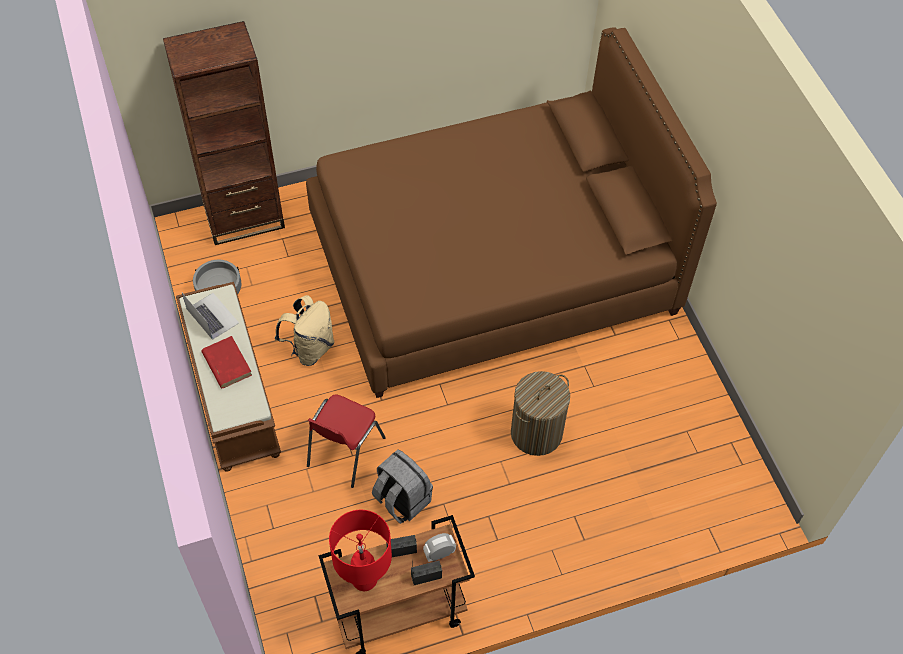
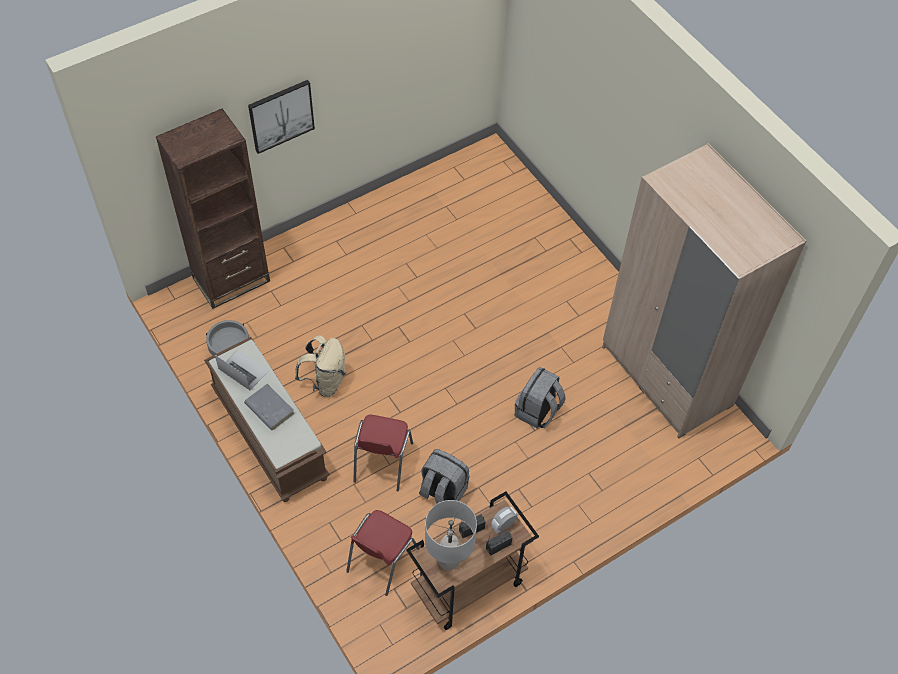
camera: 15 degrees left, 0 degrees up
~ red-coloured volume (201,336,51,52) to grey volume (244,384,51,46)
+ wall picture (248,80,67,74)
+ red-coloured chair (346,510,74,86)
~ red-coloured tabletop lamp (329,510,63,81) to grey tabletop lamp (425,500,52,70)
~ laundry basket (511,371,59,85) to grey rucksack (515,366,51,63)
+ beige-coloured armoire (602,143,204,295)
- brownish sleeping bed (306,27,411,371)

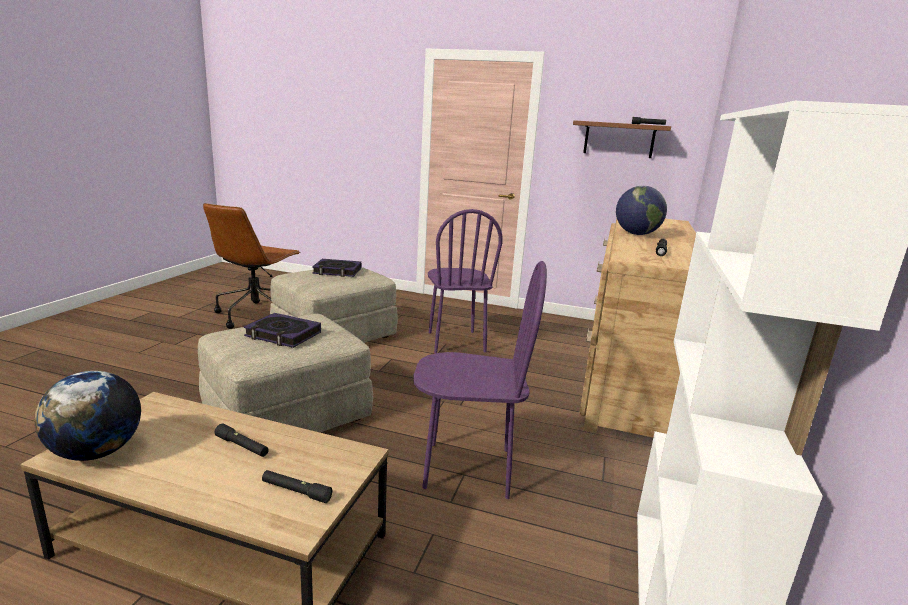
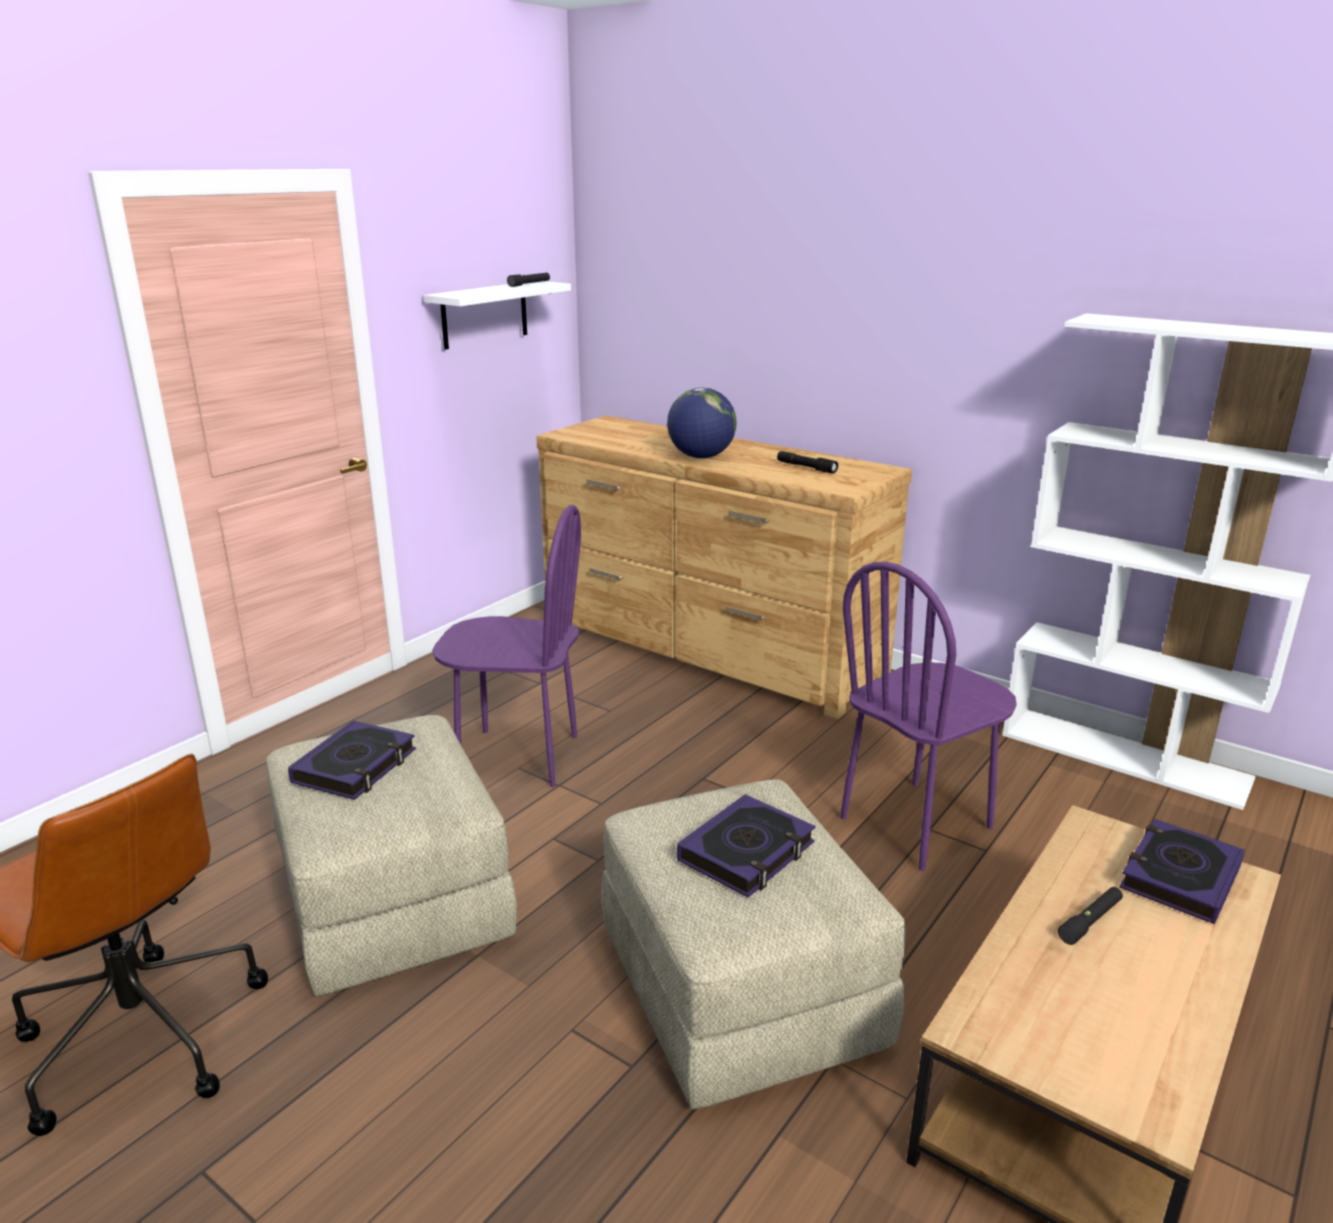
camera: 70 degrees left, 5 degrees up
~ brownish shelf (573,120,98,38) to white shelf (424,281,147,69)
~ purplish chair (413,261,134,238) = (840,562,177,309) 150 degrees counterclockwise
~ black hand torch (262,470,70,33) to volume (1119,819,126,106)
- globe (35,371,106,90)

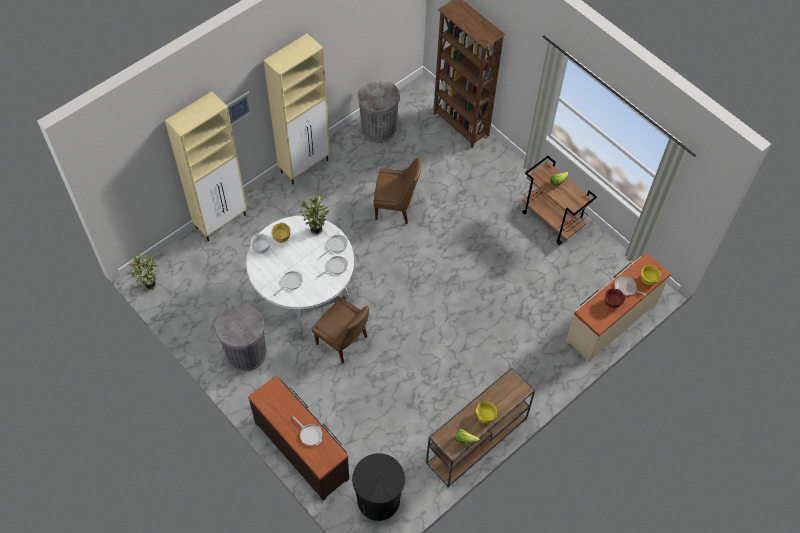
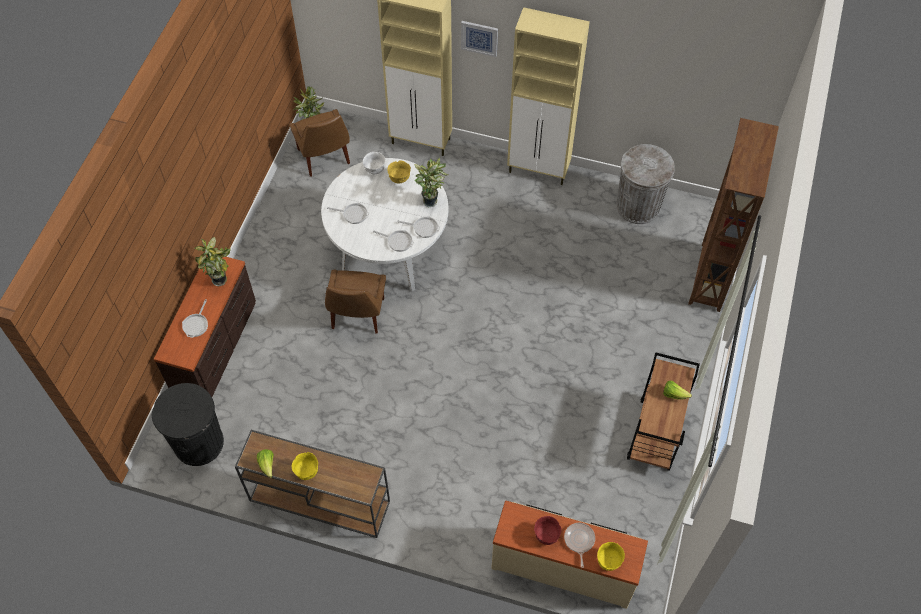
camera: 60 degrees right, 0 degrees up
+ potted plant (195,237,36,49)
~ brownish chair (374,157,47,67) to (290,109,60,68)
- grey trash can (215,304,51,67)

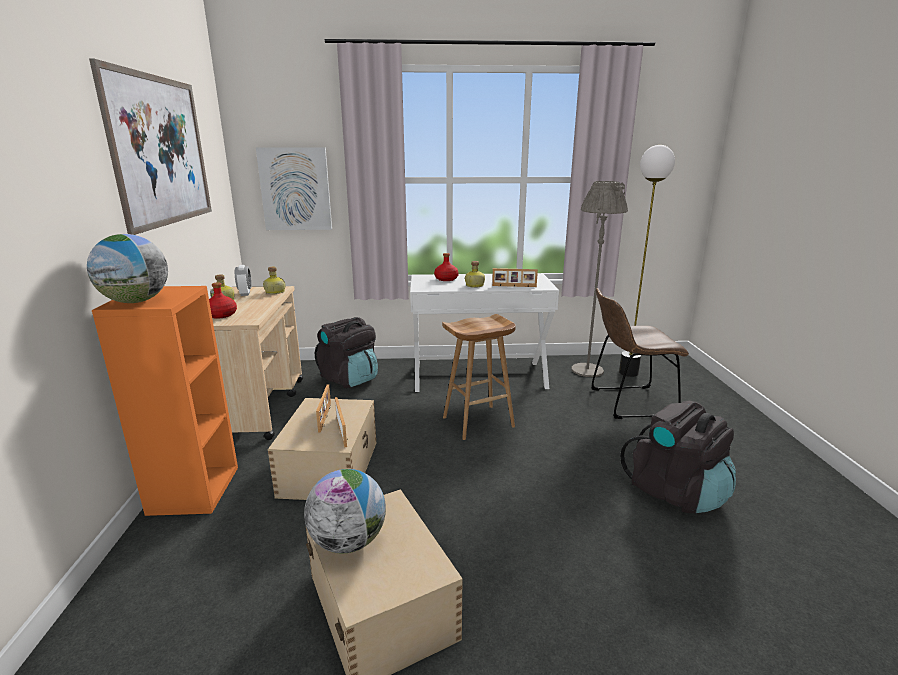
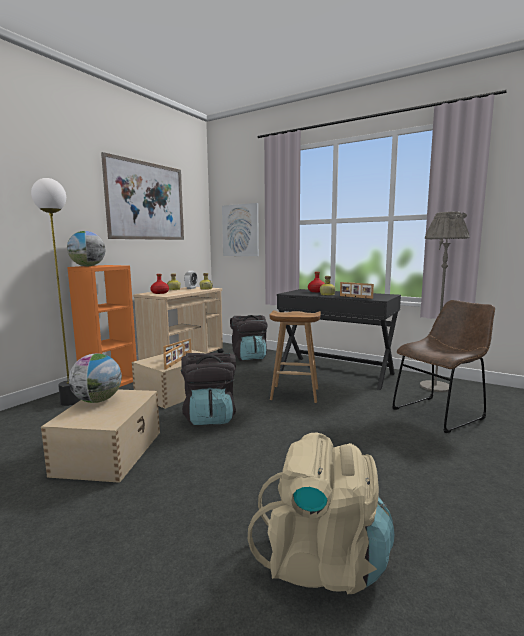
camera: 35 degrees right, 10 degrees down
~ floor lamp (619,145,56,232) to (31,178,49,228)
~ black rucksack (620,401,116,112) to (181,353,55,72)
+ beige-coloured rucksack (248,432,147,162)
~ white desk (410,274,149,118) to black desk (277,289,124,101)
~ brownish chair (591,288,98,131) = (392,300,103,133) 120 degrees clockwise

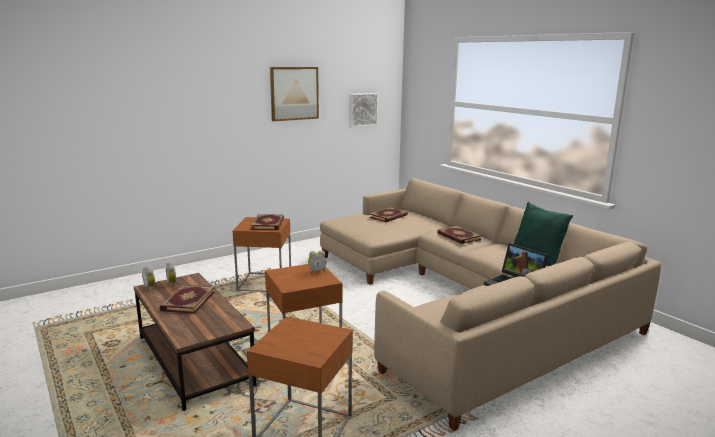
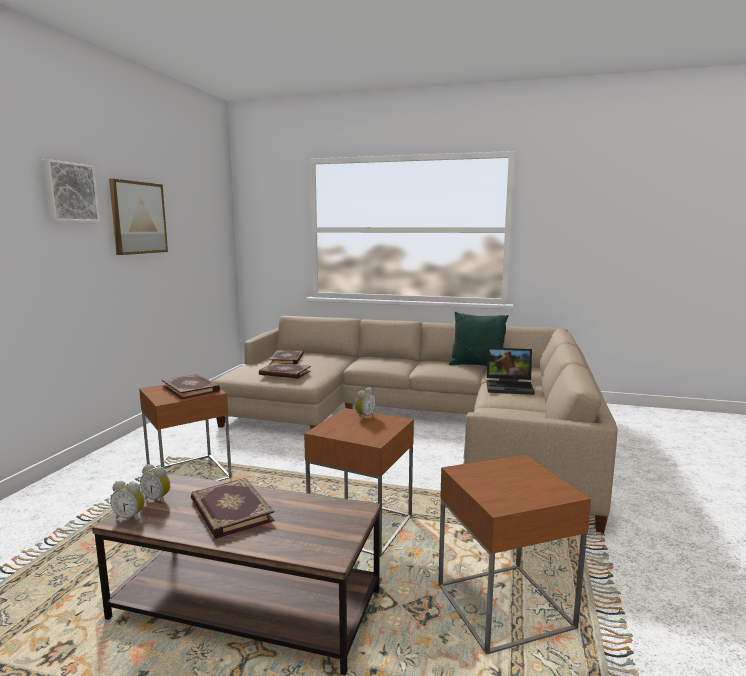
camera: 40 degrees left, 5 degrees down
~ wall picture (349,93,29,34) to (42,159,58,63)
~ volume (437,226,45,18) to (259,363,52,16)

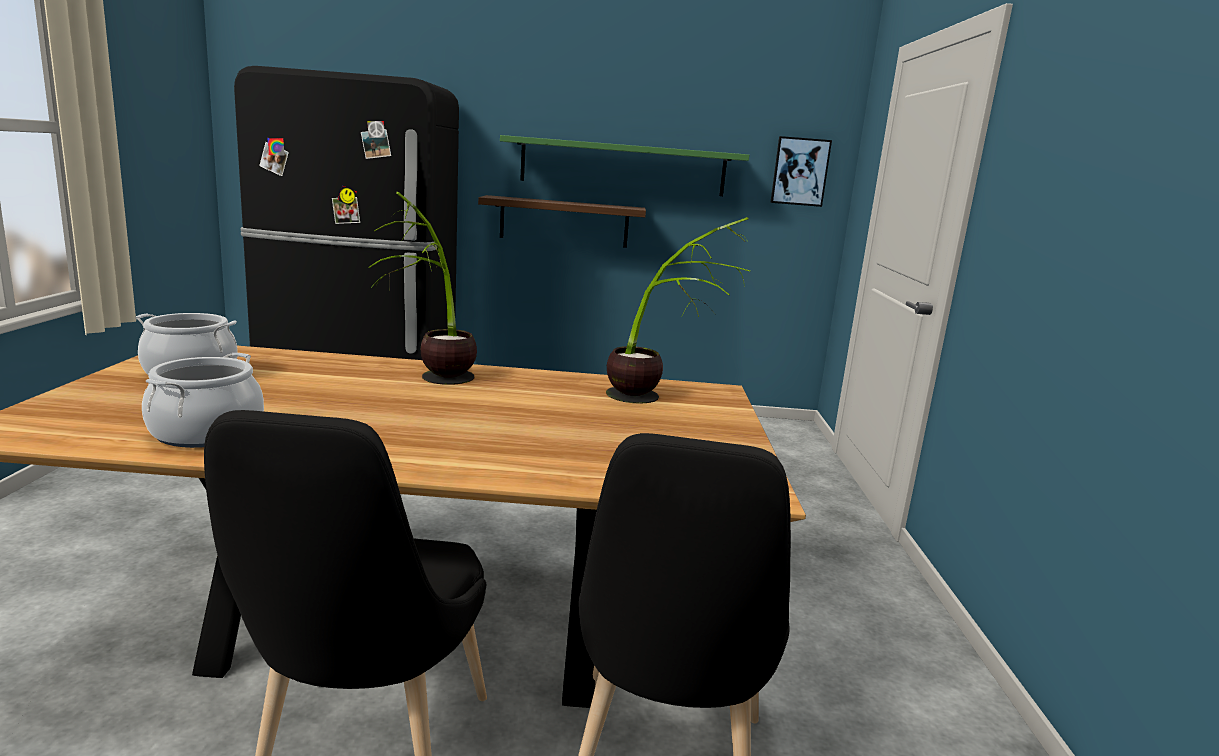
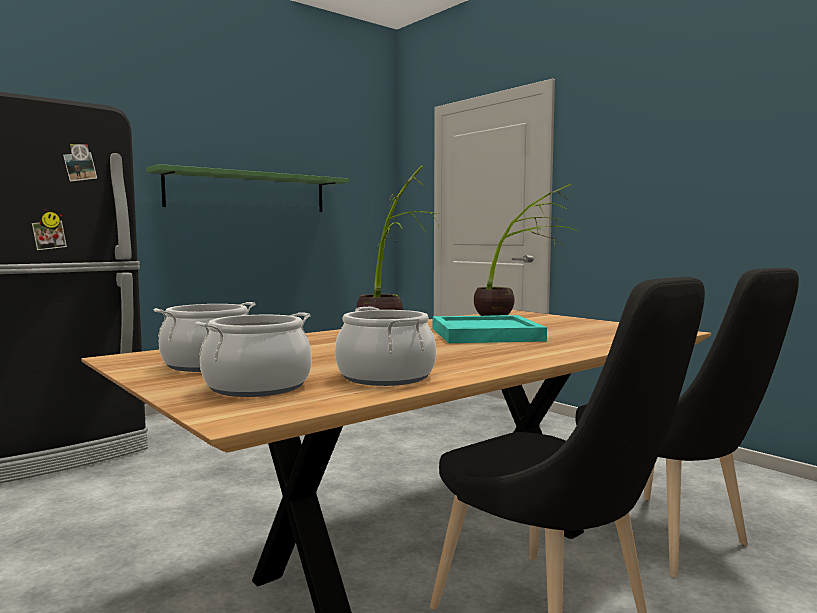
camera: 40 degrees left, 10 degrees down
+ stockpot (195,312,117,85)
+ turquoise-coloured carrying tray (433,315,114,28)
- shelf (478,195,168,53)
- wall picture (770,136,62,71)

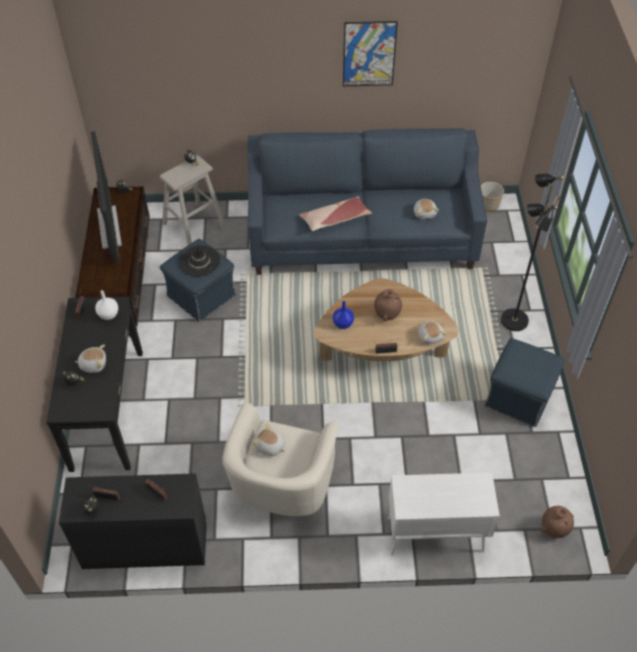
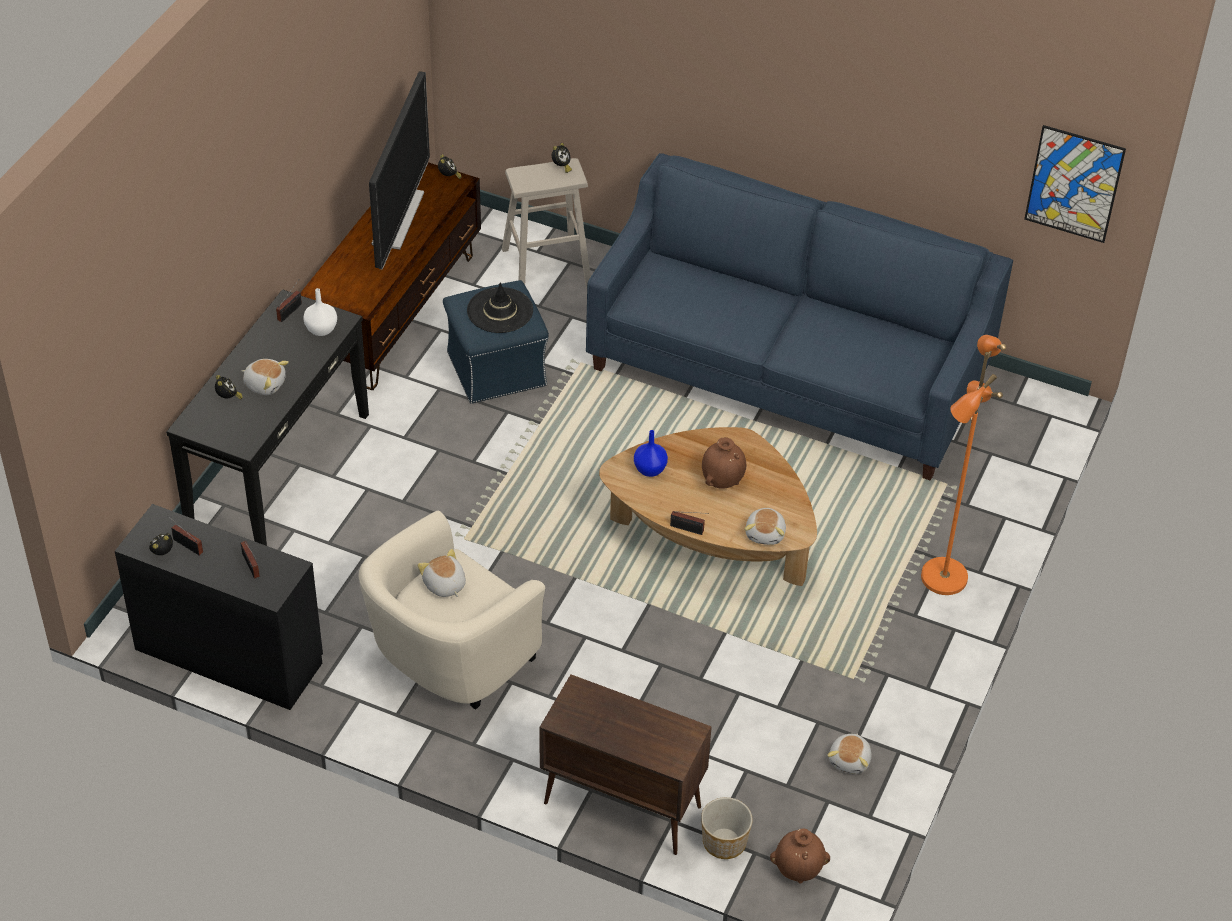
camera: 25 degrees right, 5 degrees down
~ white cabinet (388,472,112,84) to brownish cabinet (539,674,173,181)
~ plant pot (481,182,23,29) to (701,797,52,62)
~ plush toy (414,199,25,20) to (827,733,44,41)
~ black floor lamp (501,174,63,157) to orangey floor lamp (921,335,85,260)
~ wall picture (343,21,55,65) to (1024,125,102,118)
- cushion (299,196,73,35)
- blue-coloured ottoman (484,338,81,89)

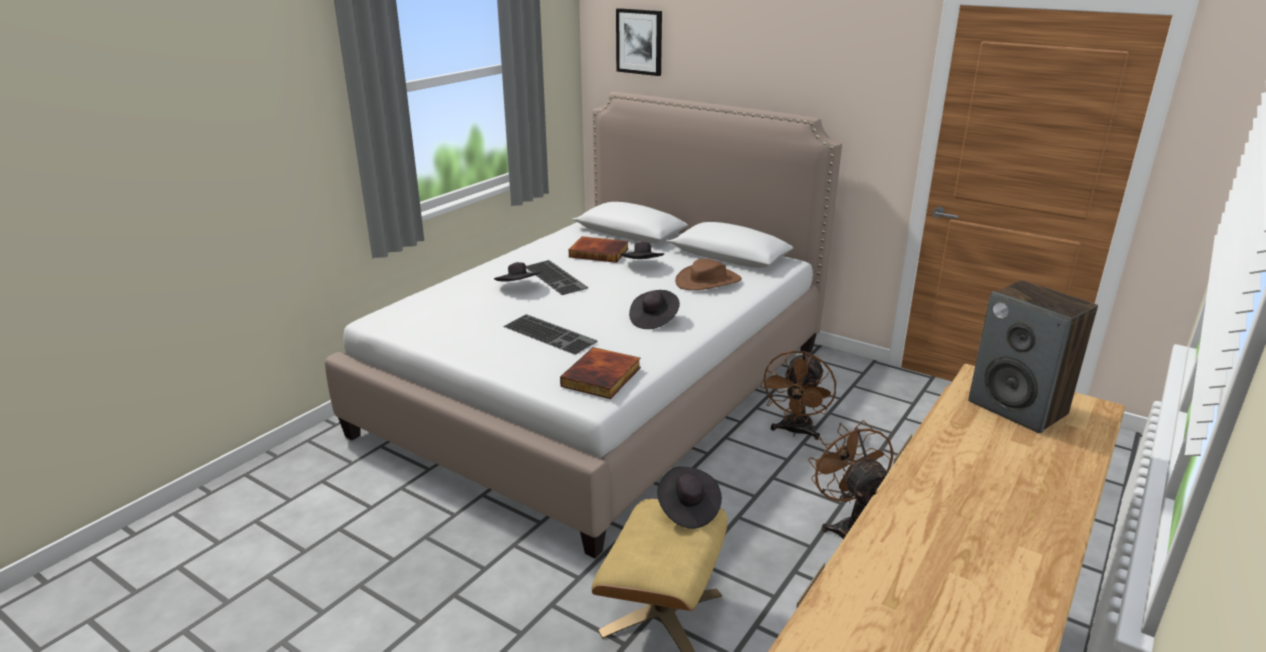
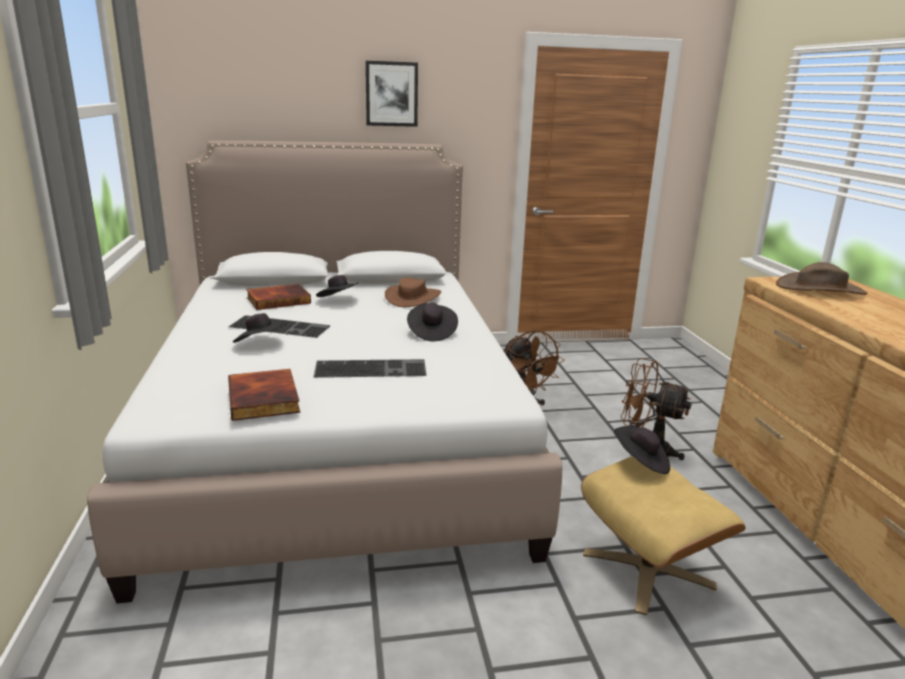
camera: 45 degrees left, 5 degrees down
~ volume (560,347,81,52) to (228,369,72,52)
~ wall picture (616,8,46,68) to (365,61,53,66)
~ loudspeaker (968,280,130,154) to brownish hat (776,262,91,33)

